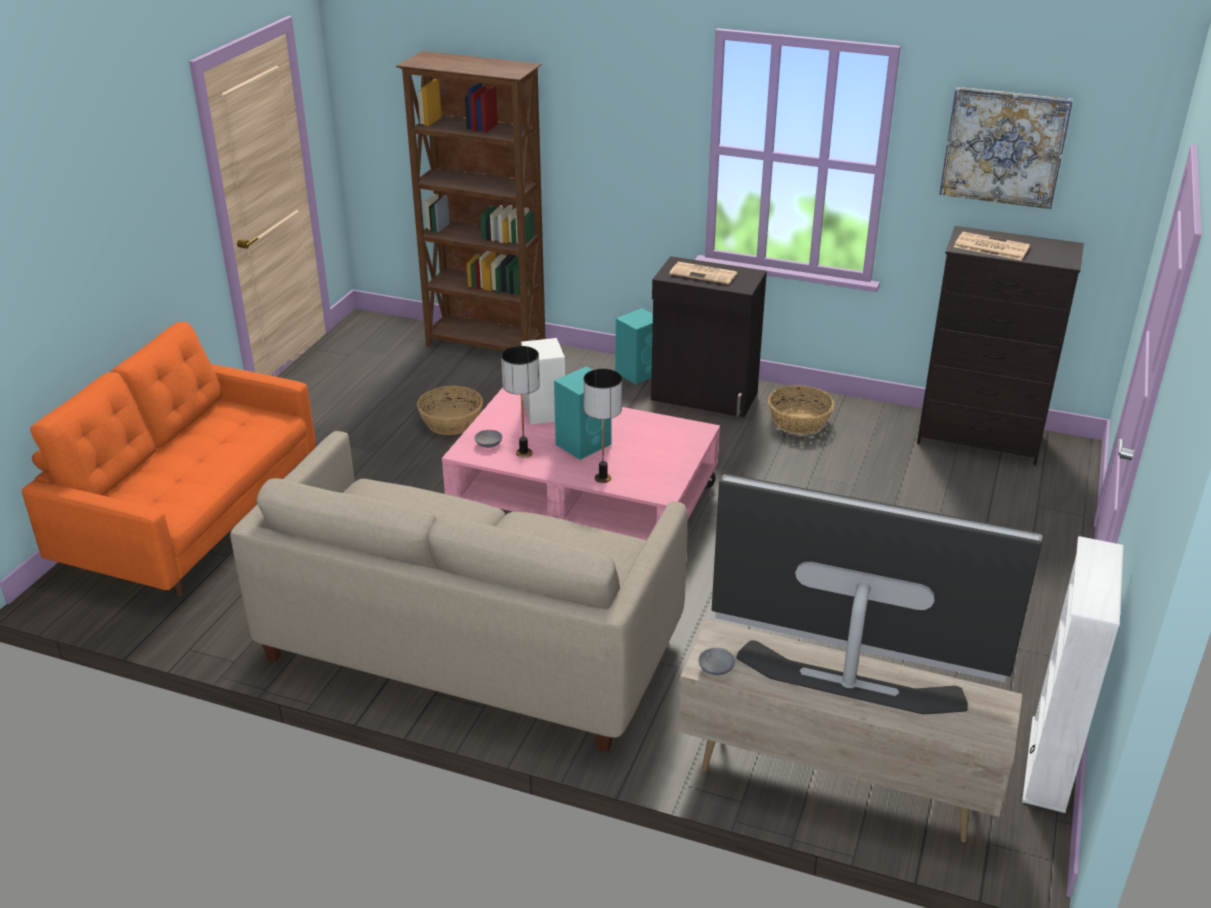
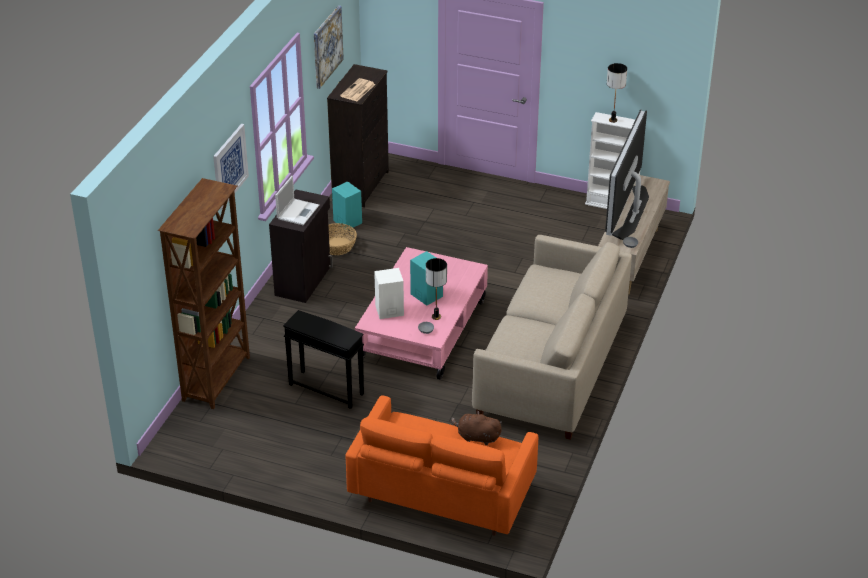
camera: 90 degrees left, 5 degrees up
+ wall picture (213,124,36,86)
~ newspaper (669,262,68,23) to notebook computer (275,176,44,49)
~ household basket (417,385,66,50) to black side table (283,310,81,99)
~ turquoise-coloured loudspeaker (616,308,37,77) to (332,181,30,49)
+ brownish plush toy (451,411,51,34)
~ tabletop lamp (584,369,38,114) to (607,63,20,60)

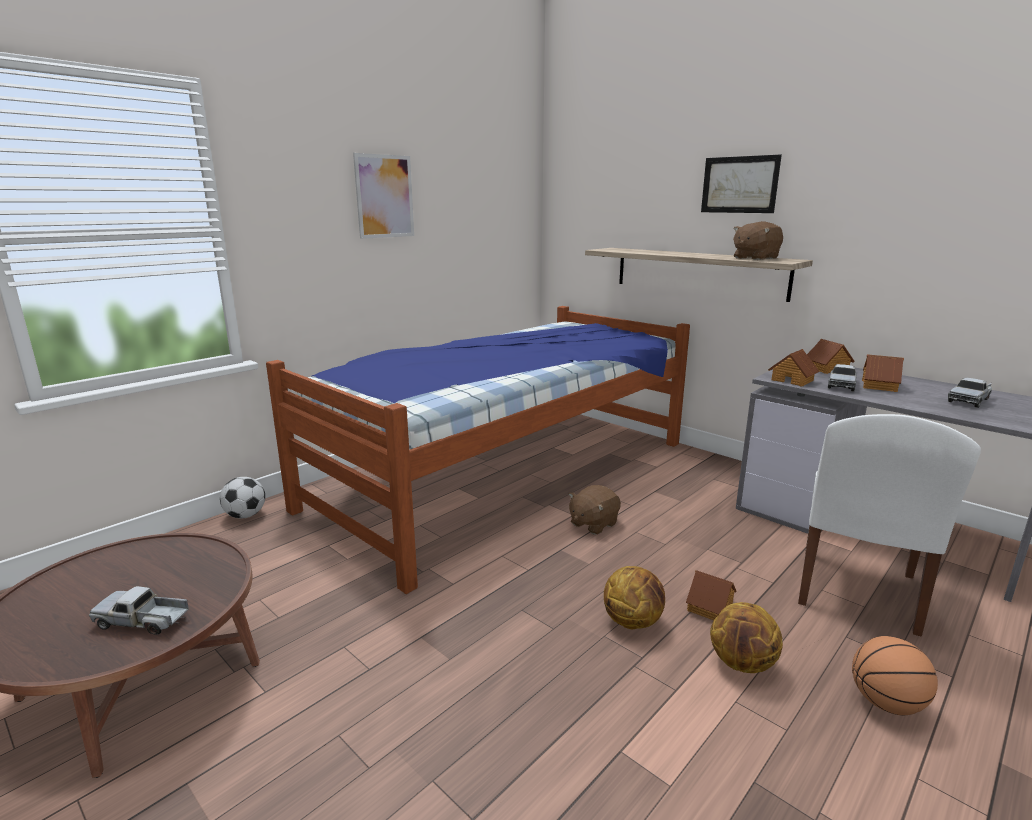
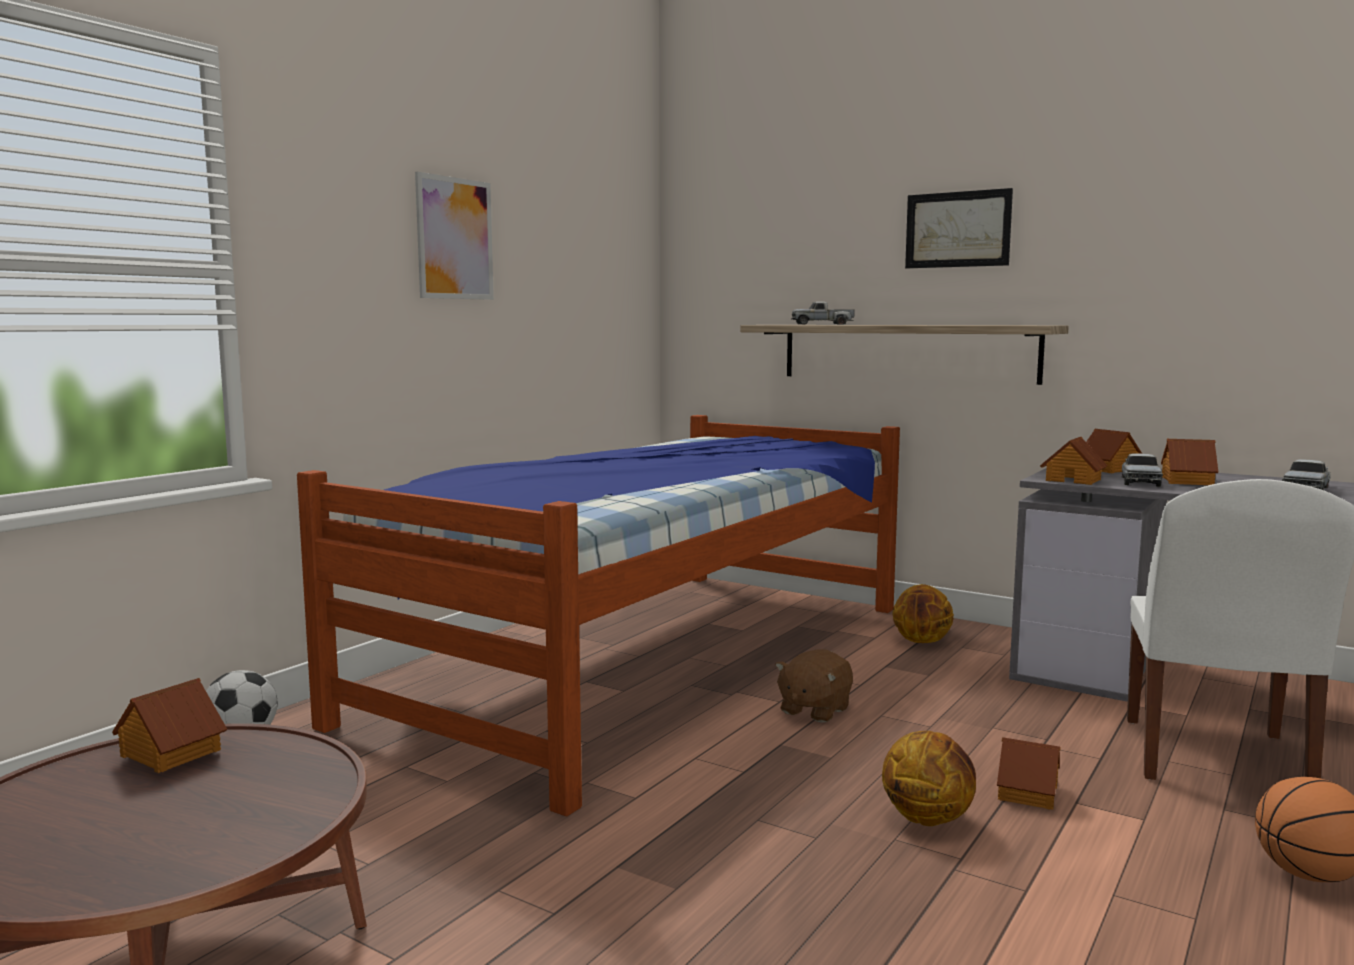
camera: 10 degrees left, 10 degrees down
+ model house (112,678,115,95)
~ toy truck (89,586,100,49) to (791,302,64,23)
~ ball for basketball (710,602,73,71) to (892,584,62,59)
- brownish plush toy (733,221,50,39)

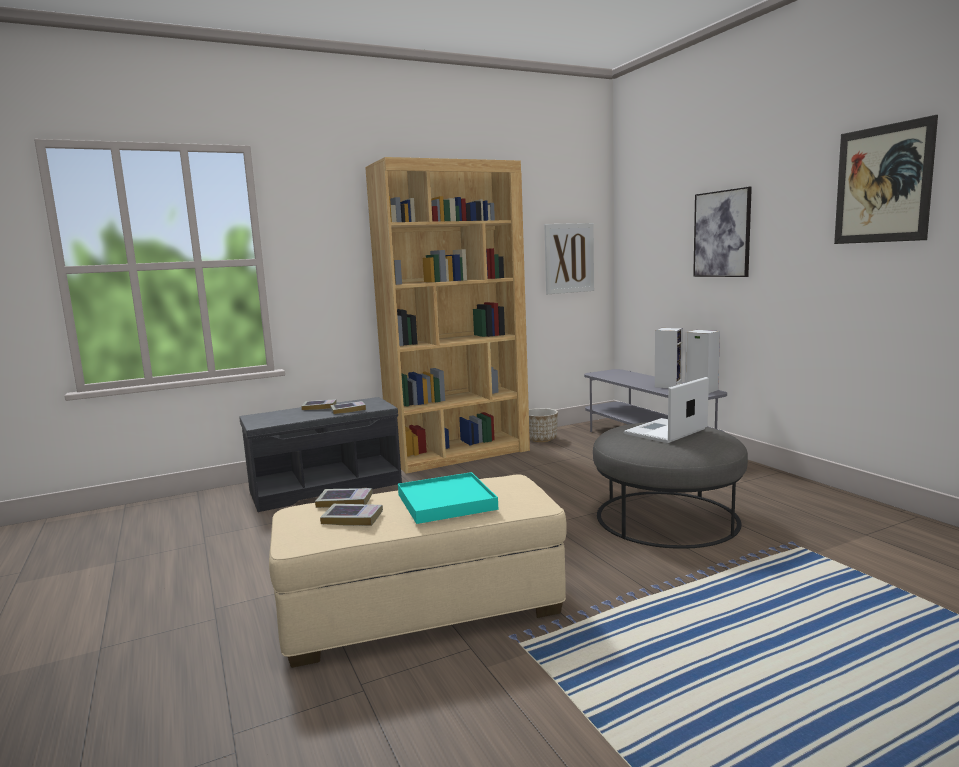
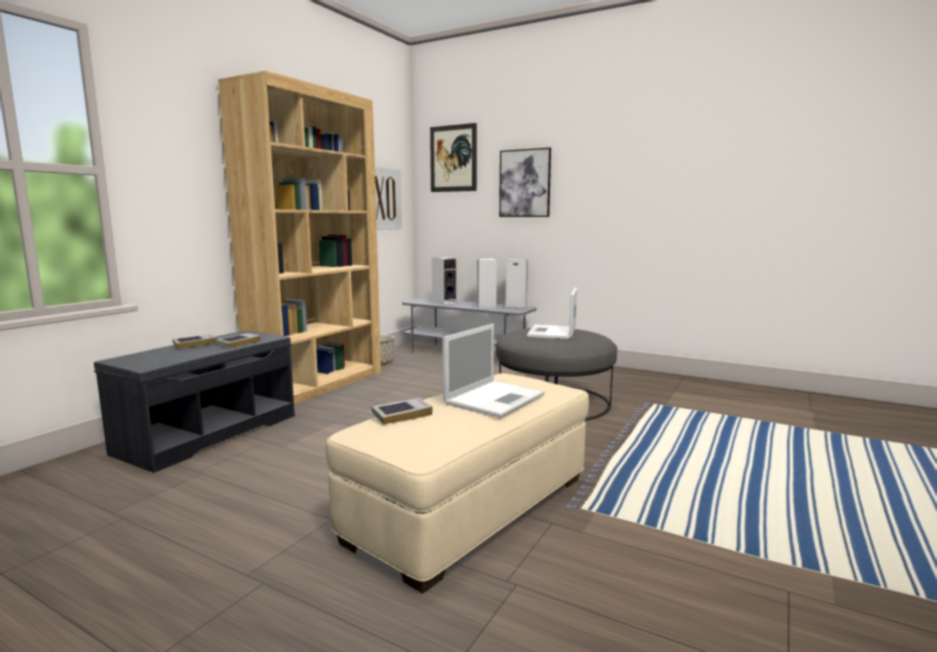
camera: 35 degrees left, 0 degrees up
~ wall picture (834,115,104,129) to (430,123,47,69)
+ loudspeaker (432,257,25,48)
~ turquoise-coloured carrying tray (398,472,100,52) to notebook computer (442,324,103,94)
- volume (320,504,63,22)

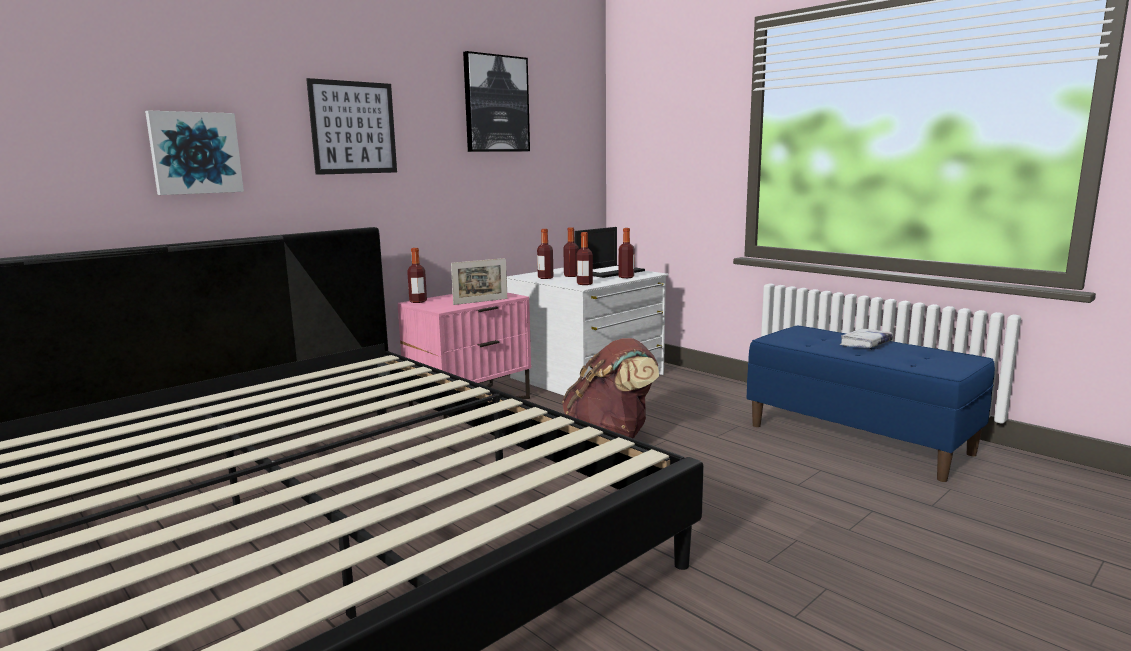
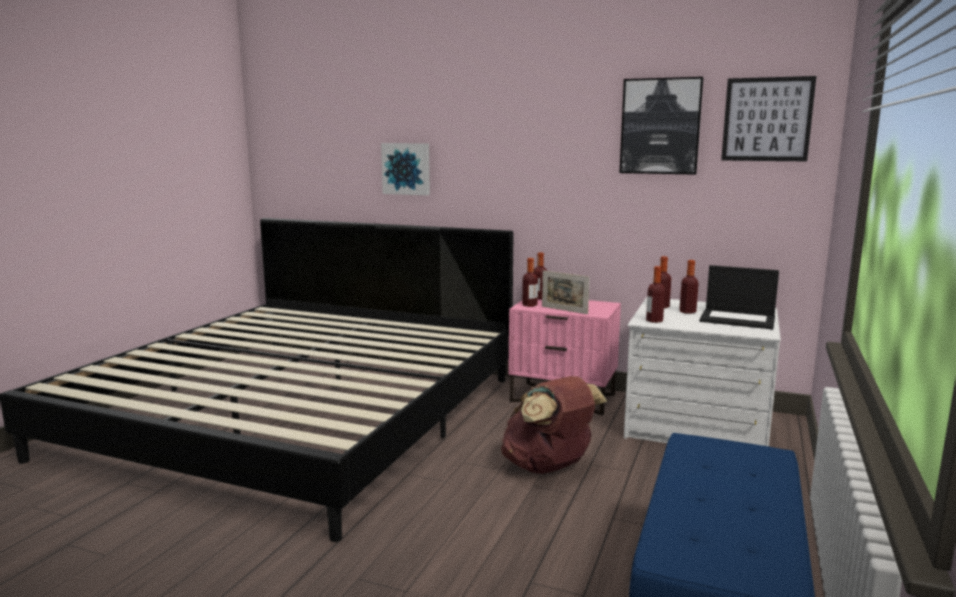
camera: 65 degrees right, 0 degrees up
~ beverage bottle (619,228,15,50) to (522,258,16,49)
~ wall picture (306,78,91,97) to (721,76,95,85)
- white volume (840,329,53,19)

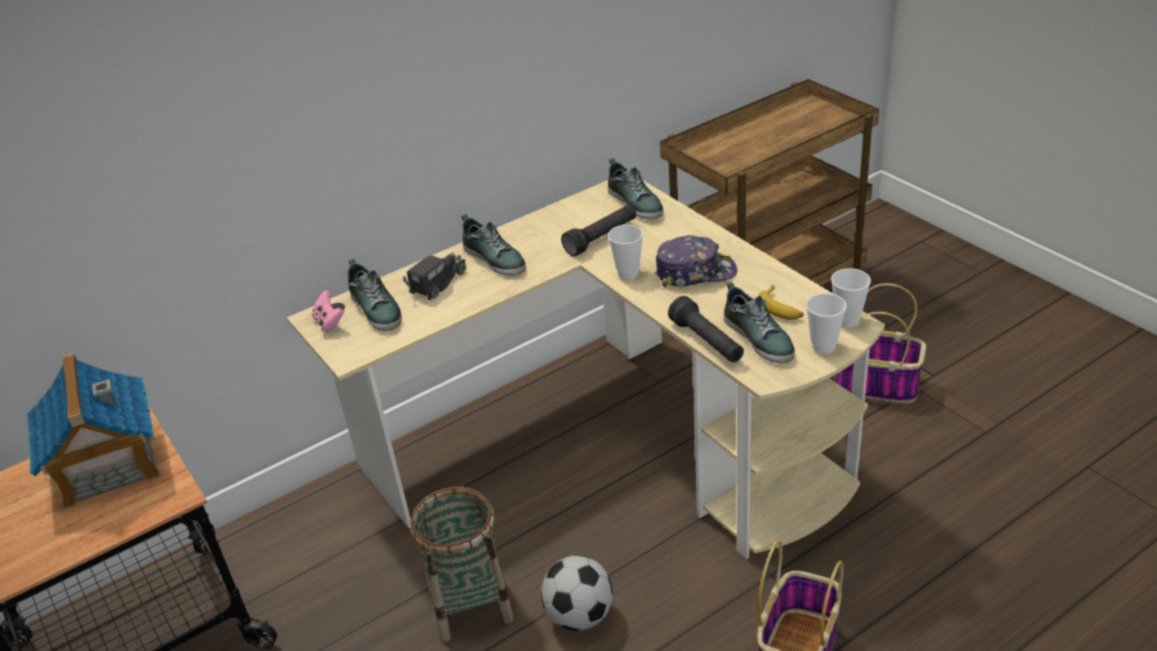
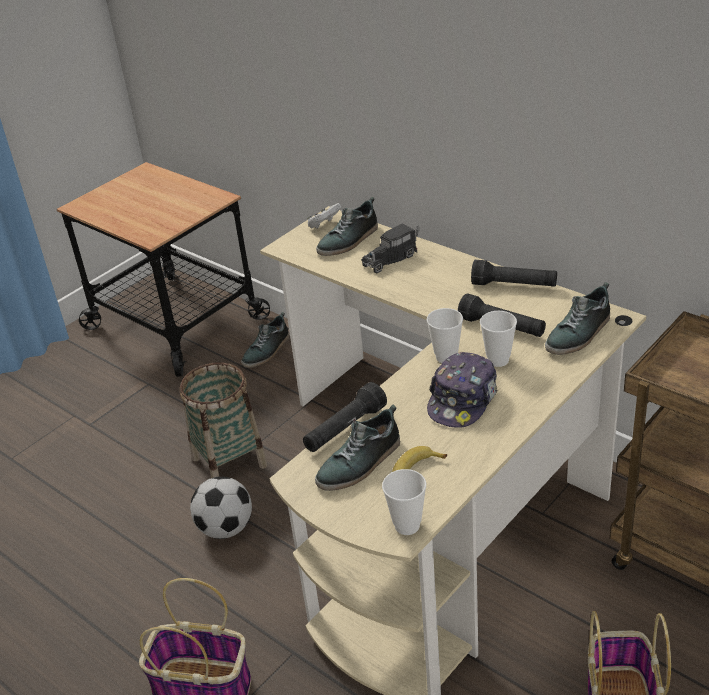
camera: 75 degrees right, 0 degrees up
~ low shoe (461,214,65,62) to (241,312,48,56)
~ pinkish joypad (312,290,32,42) to white joypad (307,203,34,26)
~ toy truck (403,252,63,48) = (361,224,58,49) 120 degrees clockwise
~ baseball cap (655,235,82,52) = (427,352,70,76) 45 degrees clockwise
+ black hand torch (471,260,86,27)
~ drinking cup (806,293,41,61) to (480,311,37,56)
- model house (27,353,133,156)

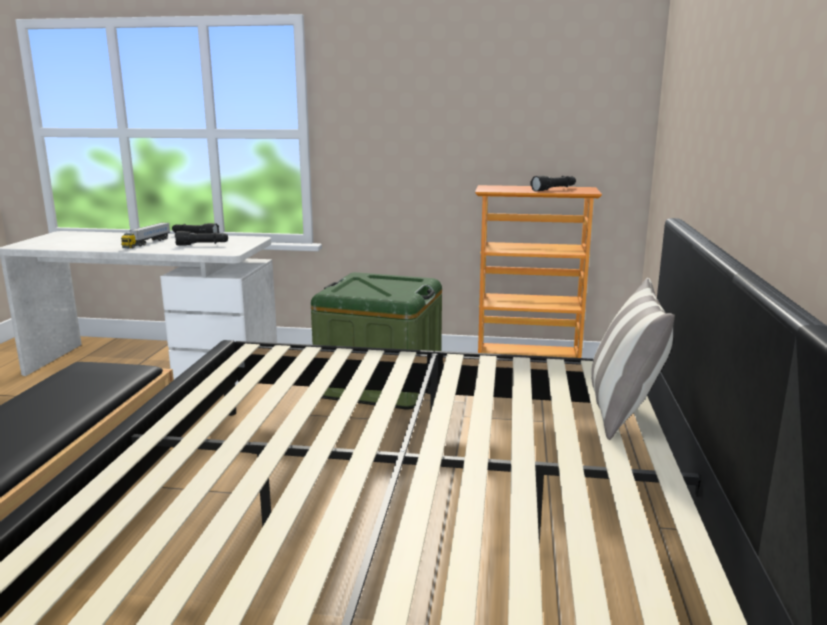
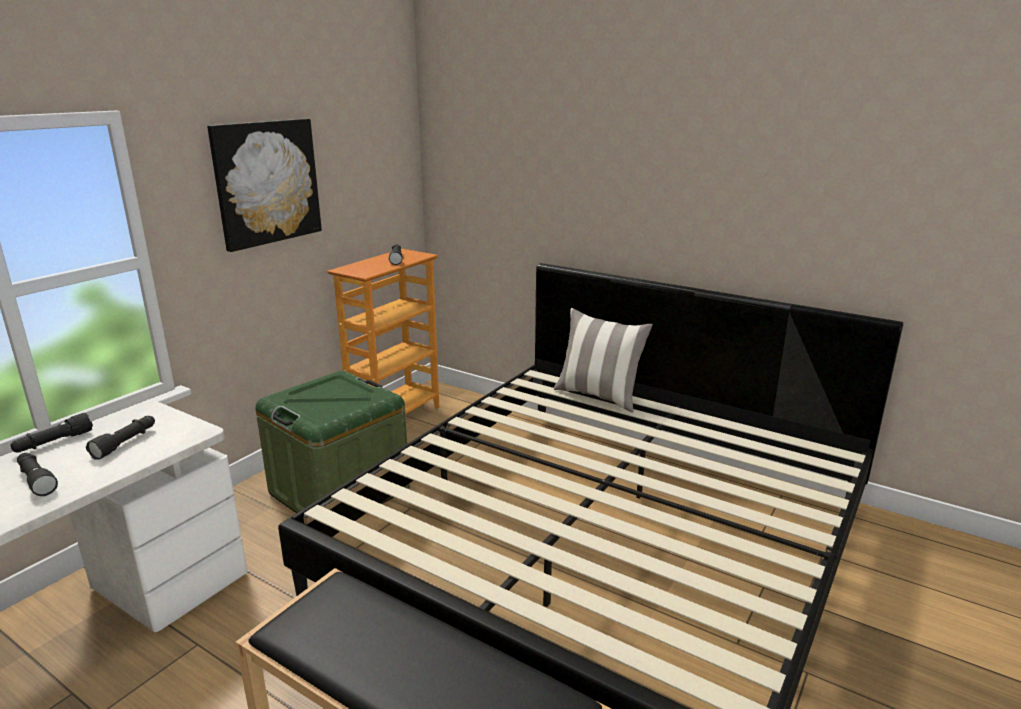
camera: 65 degrees left, 5 degrees up
~ toy truck (121,222,49,26) to black hand torch (17,453,41,43)
+ wall picture (207,119,115,133)

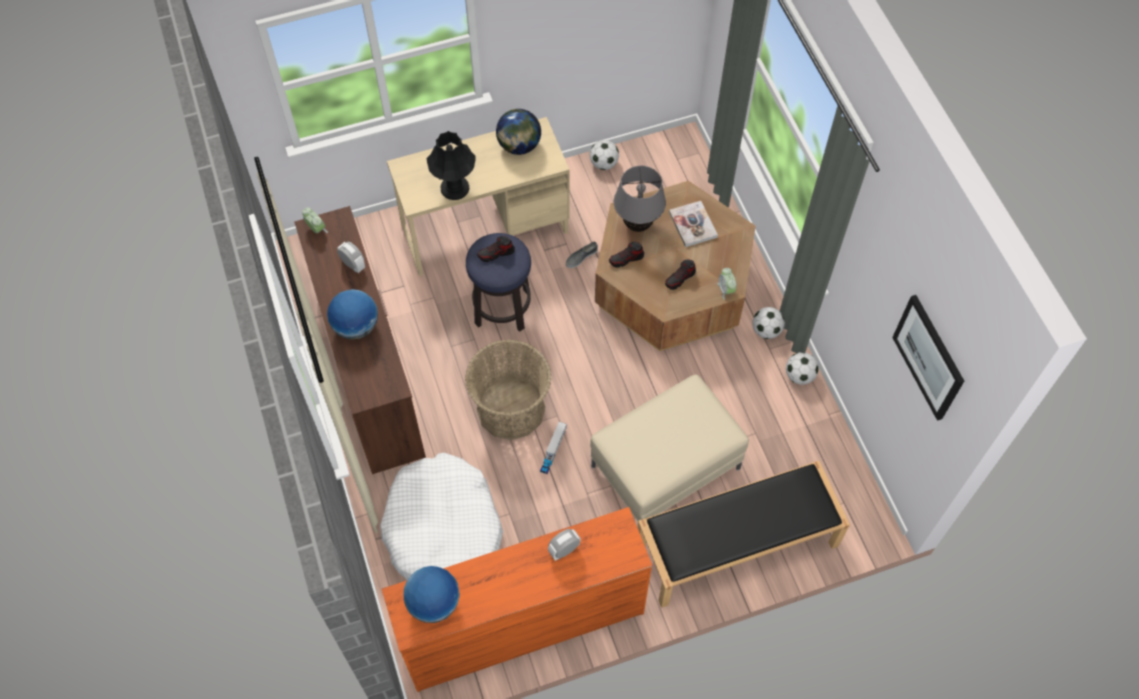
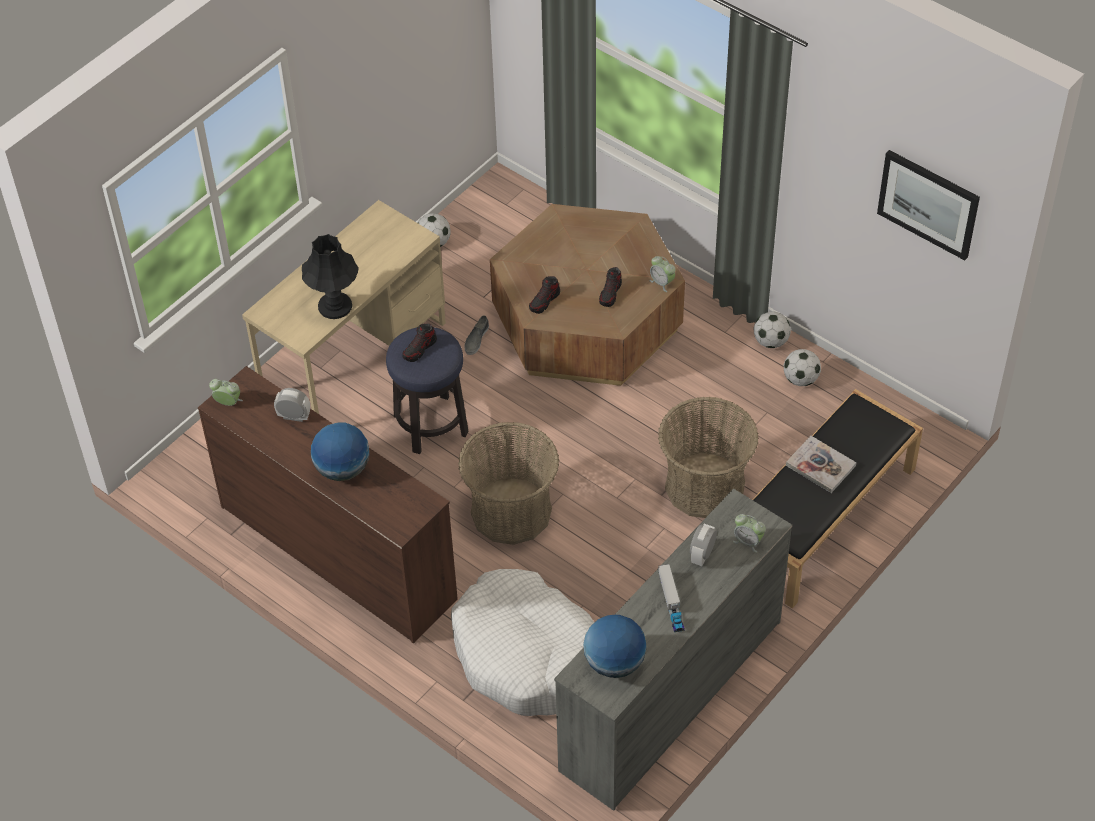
camera: 30 degrees left, 10 degrees down
~ orangey dresser (382,507,271,185) to grey dresser (554,488,238,323)
~ beige-coloured ottoman (590,374,159,147) to household basket (658,396,101,122)
~ toy truck (540,422,27,52) to (658,564,27,68)
+ alarm clock (733,514,33,39)
~ ball for football (752,307,33,32) to (784,349,37,37)
~ volume (669,201,49,46) to (786,436,70,57)
- globe (496,109,45,46)
- grey tabletop lamp (614,166,52,66)

